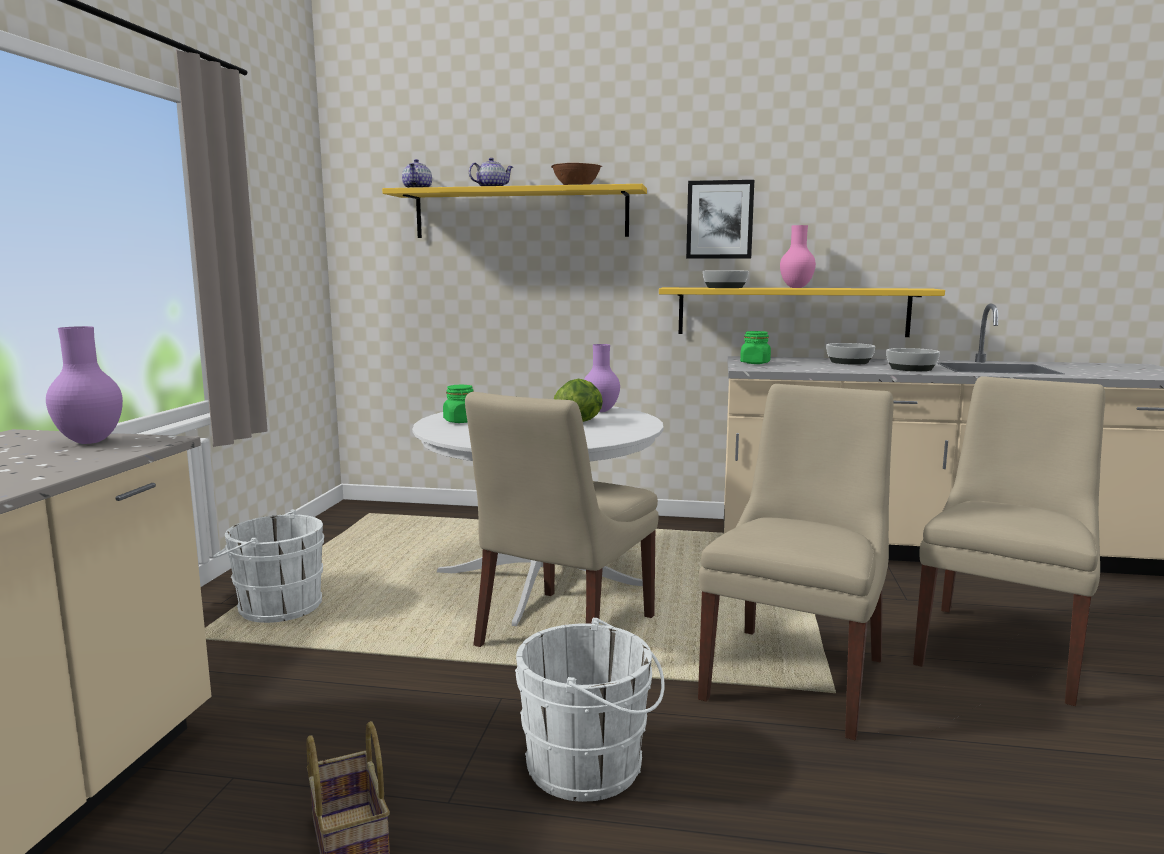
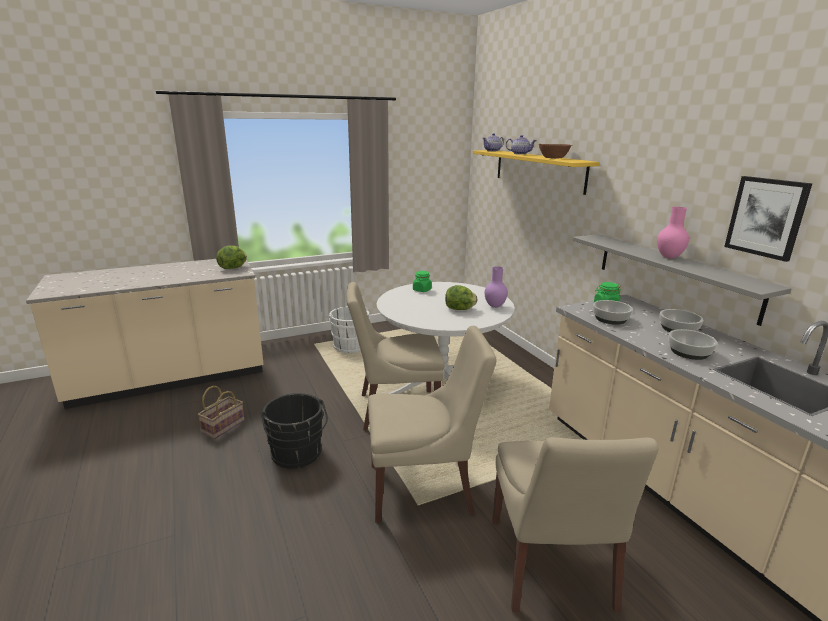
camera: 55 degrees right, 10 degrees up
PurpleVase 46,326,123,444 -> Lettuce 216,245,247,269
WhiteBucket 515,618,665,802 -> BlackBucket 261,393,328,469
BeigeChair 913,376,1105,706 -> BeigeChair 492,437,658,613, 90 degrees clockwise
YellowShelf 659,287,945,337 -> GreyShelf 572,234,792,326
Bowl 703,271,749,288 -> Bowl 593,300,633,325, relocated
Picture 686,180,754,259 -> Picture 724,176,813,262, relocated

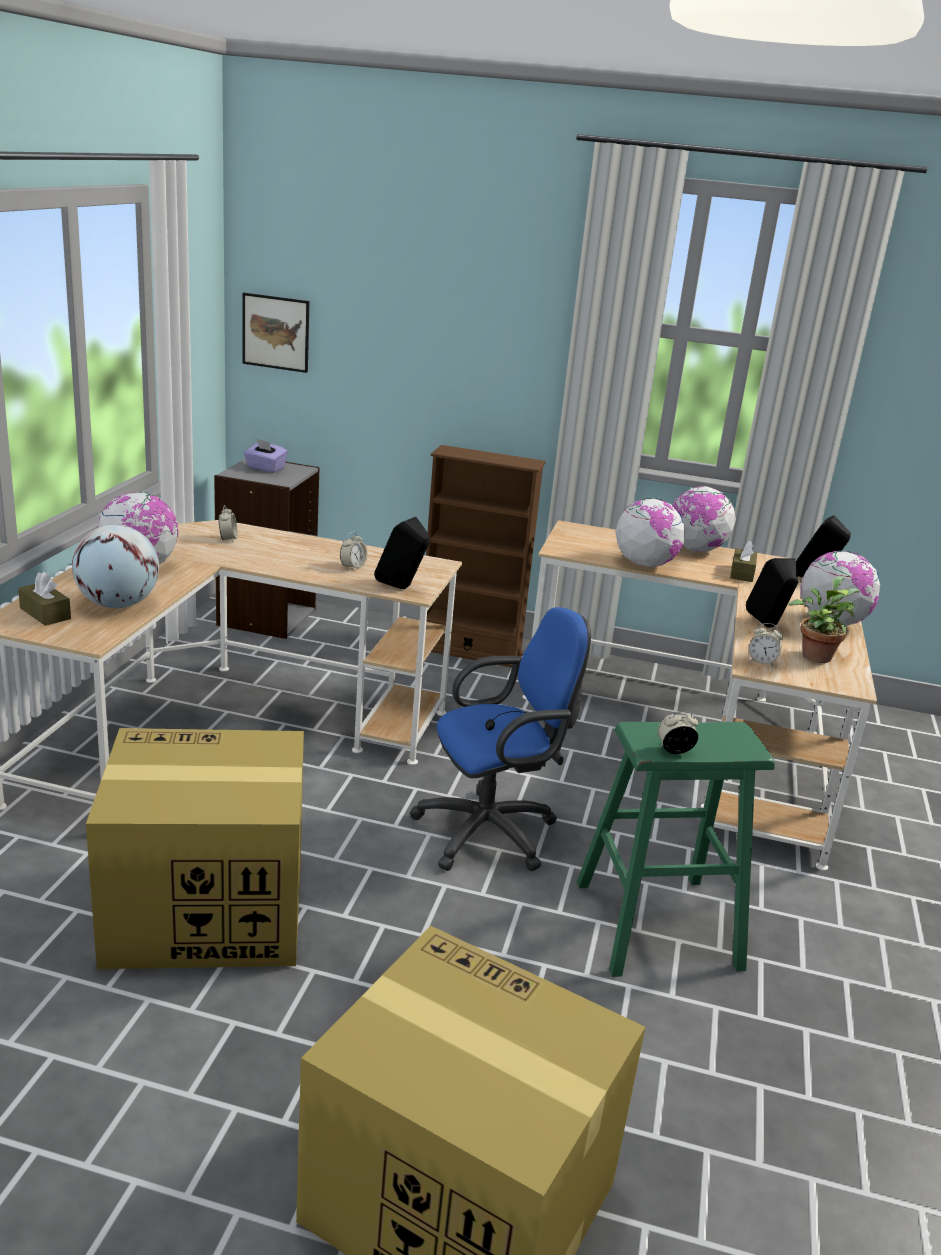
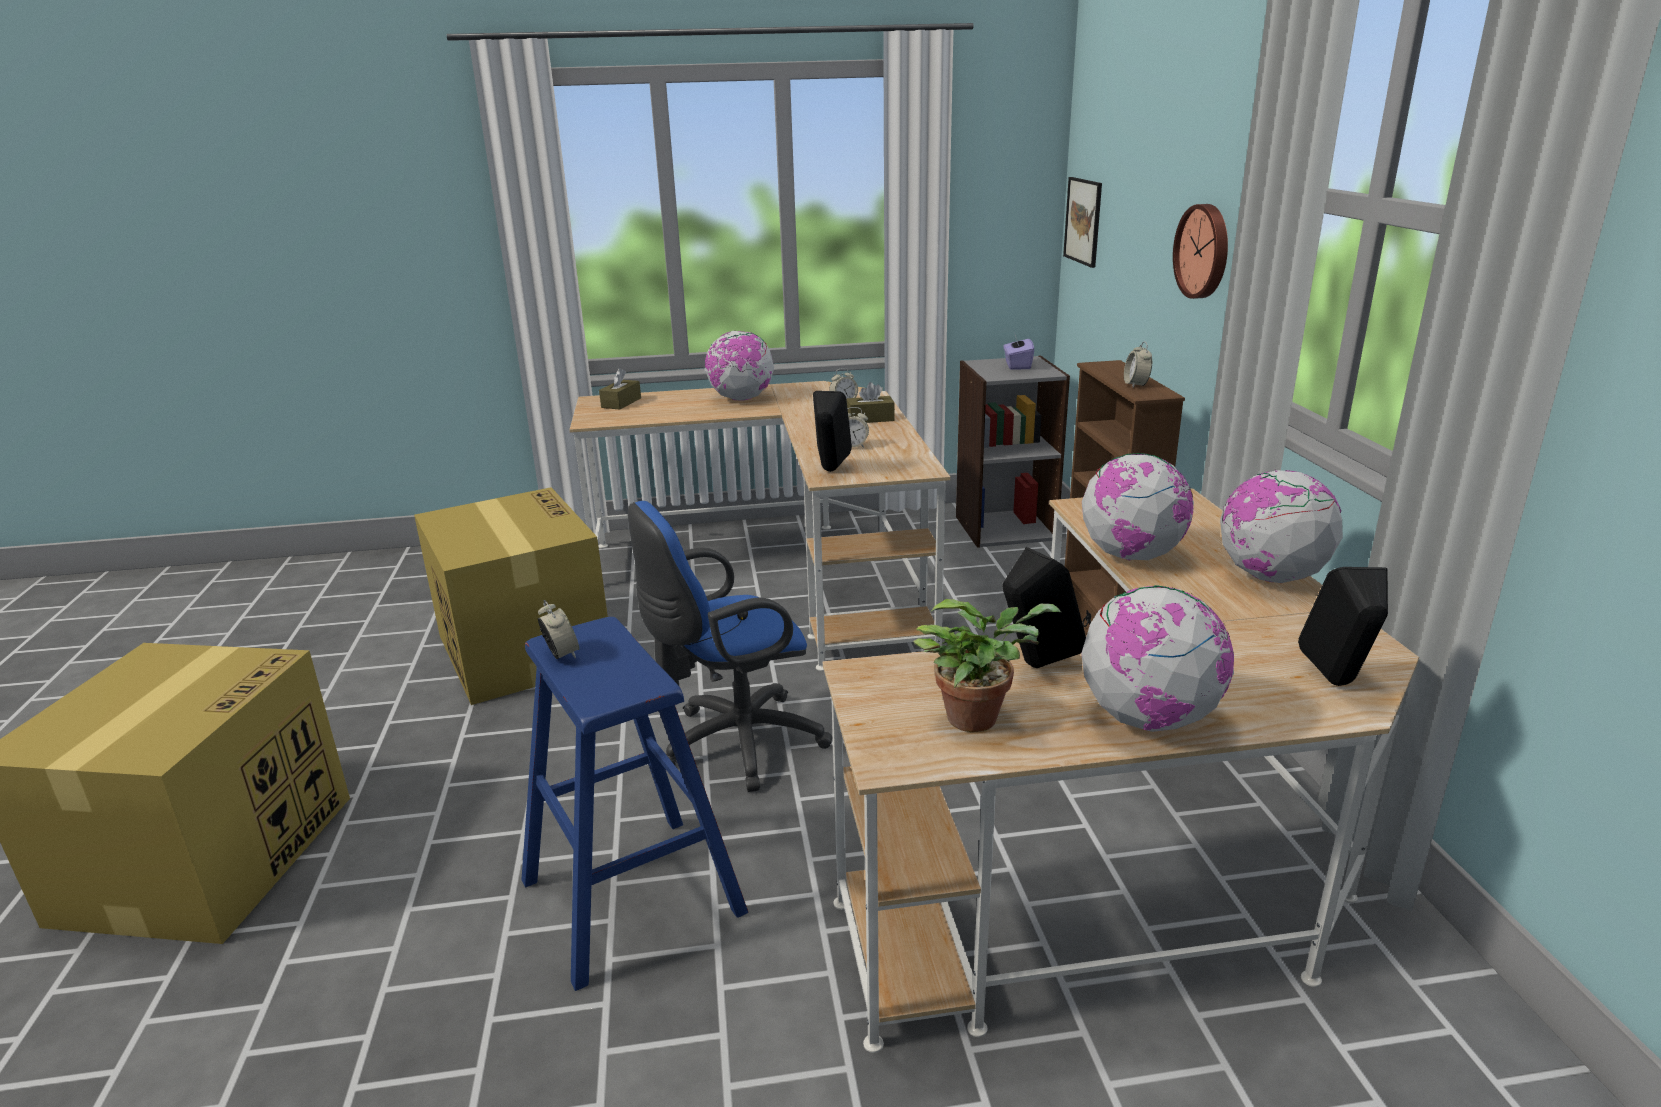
camera: 70 degrees right, 0 degrees up
GreenStool 577,722,775,977 -> BlueStool 521,617,748,991
BlueOfficeChair 410,607,591,871 -> BlueOfficeChair 628,501,832,792, 105 degrees clockwise
BrownTissueBox 730,541,757,582 -> BrownTissueBox 847,382,895,423, relocated
AlarmClock 748,623,783,666 -> AlarmClock 1124,341,1152,388, relocated
none -> WallClock 1173,204,1228,299
Globe 72,525,159,608 -> none

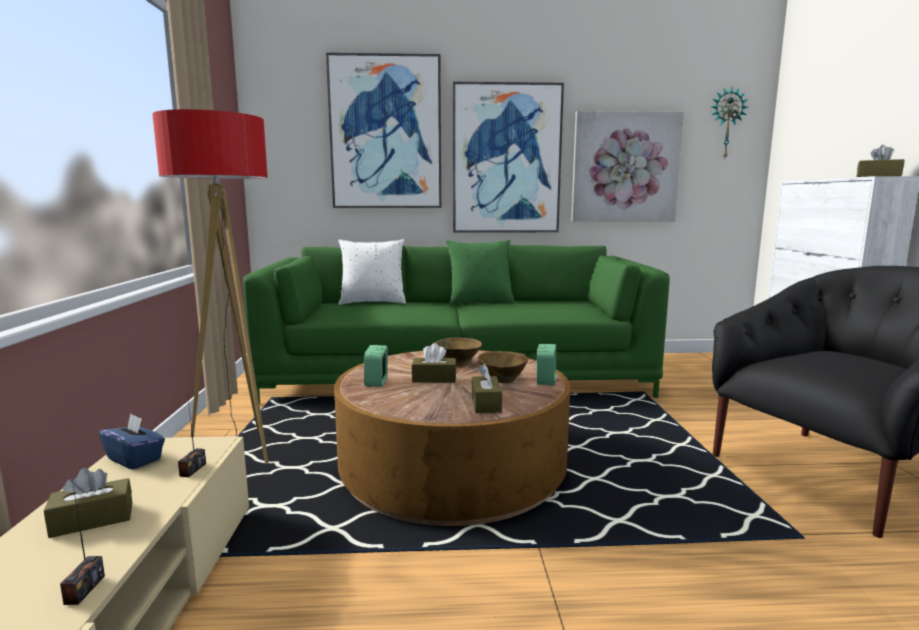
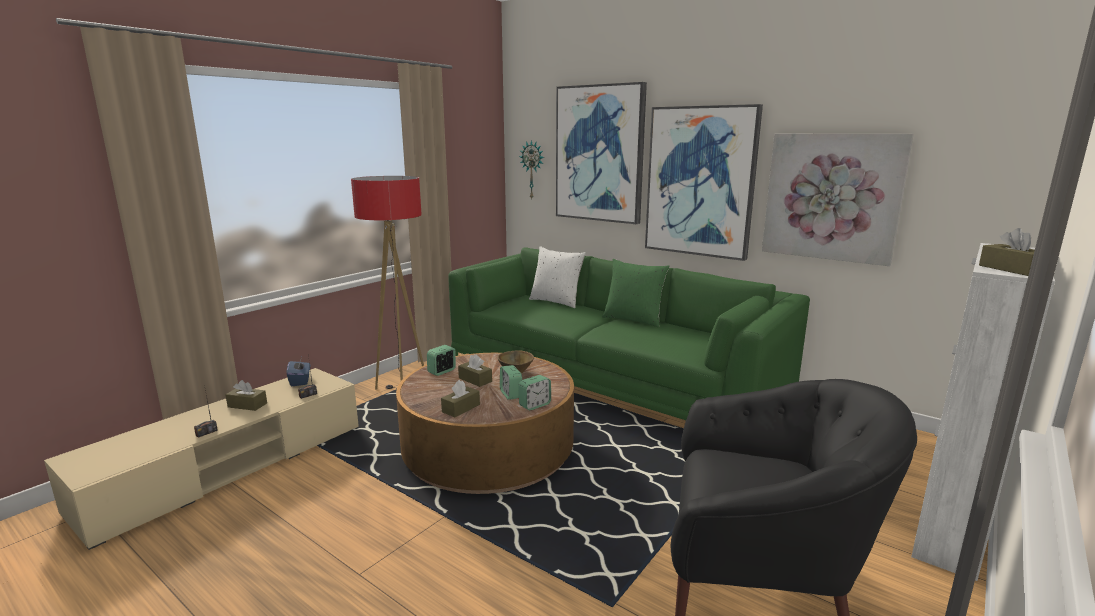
camera: 40 degrees right, 5 degrees up
BrownBowl 477,351,528,383 -> AlarmClock 500,365,522,400
WallClock 712,87,748,158 -> WallClock 519,140,544,199, relocated

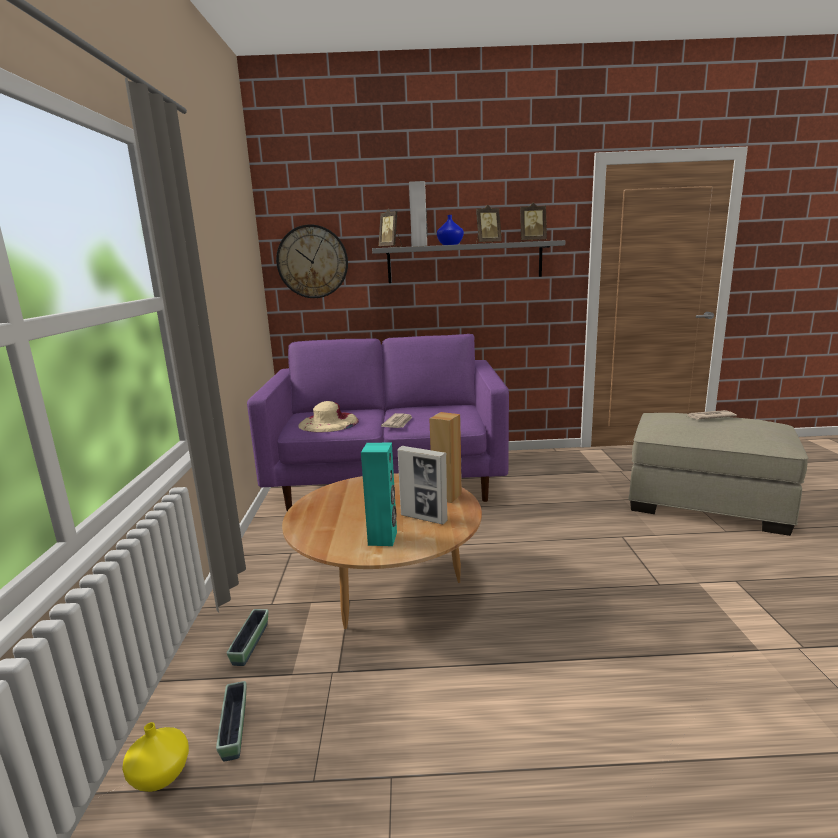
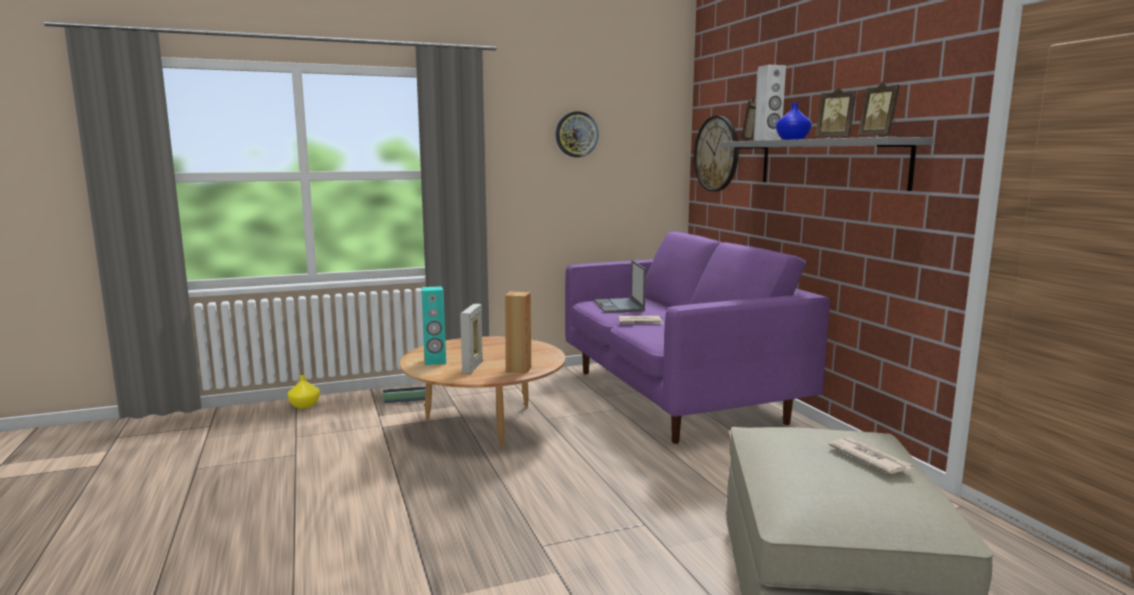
camera: 70 degrees right, 5 degrees down
none -> WallClock 556,111,599,157
BeigeHat 298,401,359,433 -> Laptop 594,260,646,313
Planter 216,681,246,762 -> none

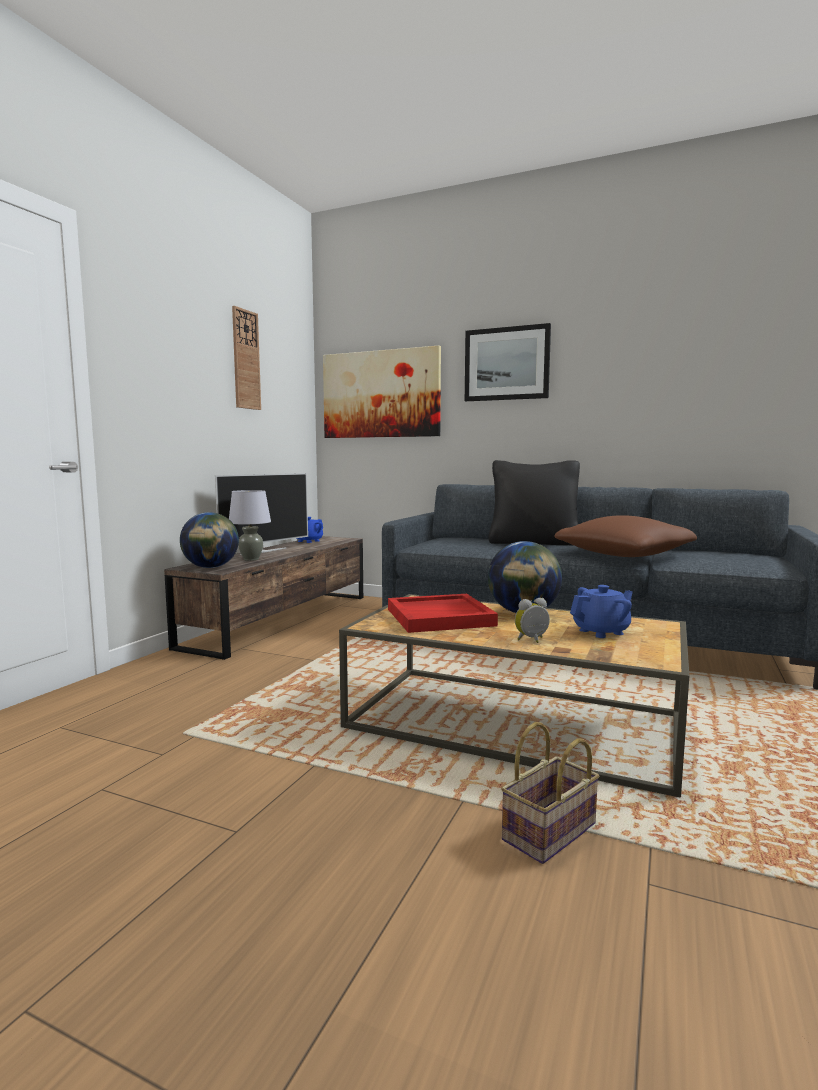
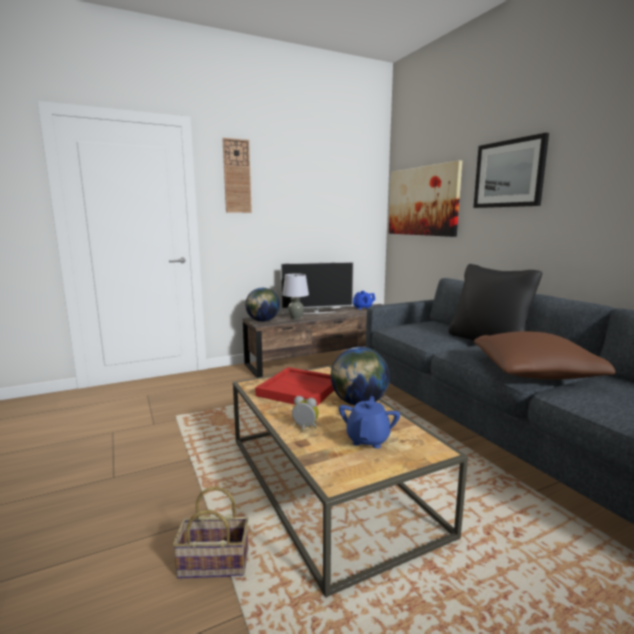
camera: 40 degrees right, 5 degrees up
WallClock 232,306,261,410 -> WallClock 222,138,252,213, relocated
BlueTeapot 570,585,633,638 -> BlueTeapot 339,396,400,448, 90 degrees counterclockwise

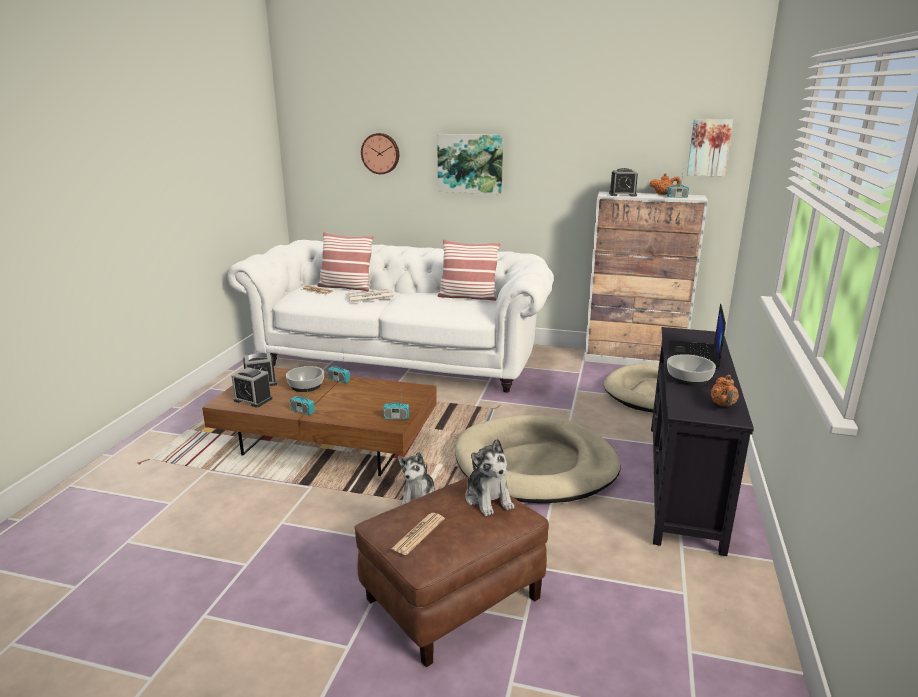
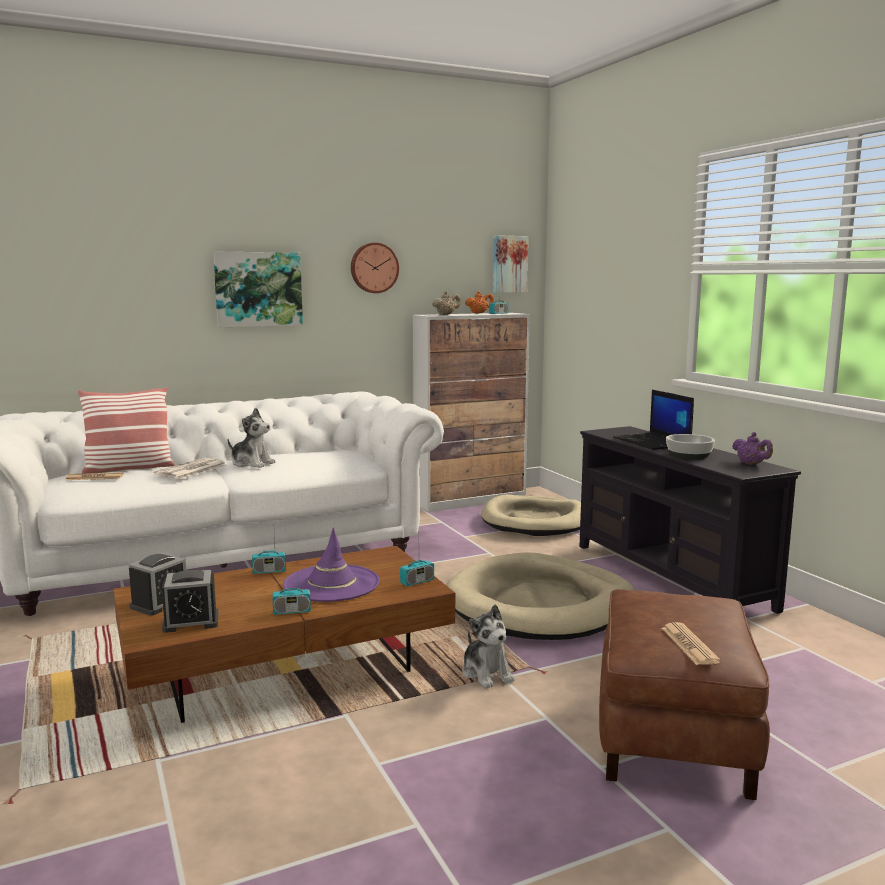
camera: 40 degrees left, 10 degrees down
PlushToy 465,439,514,516 -> PlushToy 228,408,276,468, relocated
none -> PurpleHat 283,528,380,602
WallClock 361,133,399,174 -> WallClock 351,242,399,293, relocated
AlarmClock 609,168,638,196 -> BeigeTeapot 432,291,461,315
OrangeTeapot 711,375,739,407 -> PurpleTeapot 732,432,773,465
Bowl 286,366,324,392 -> none
Pillow 438,239,500,301 -> none

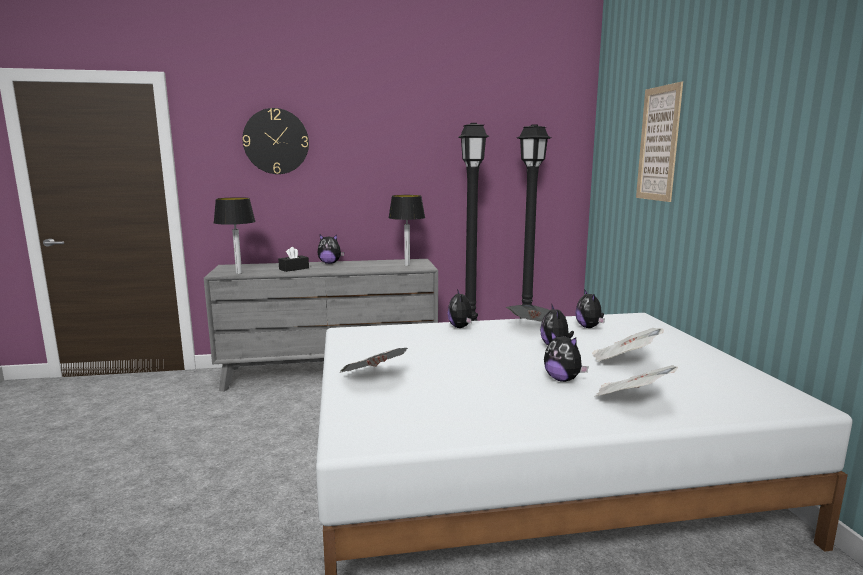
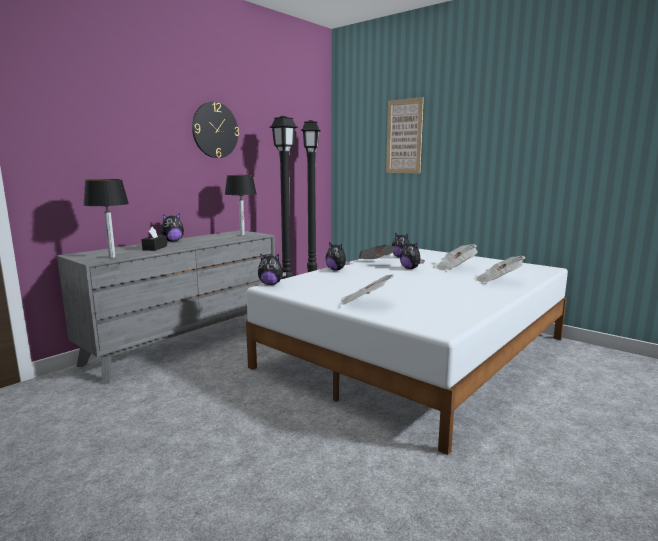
camera: 40 degrees left, 0 degrees up
WallClock 243,108,309,174 -> WallClock 192,102,239,158, relocated
PlushToy 544,331,589,382 -> PlushToy 258,254,286,285, relocated

